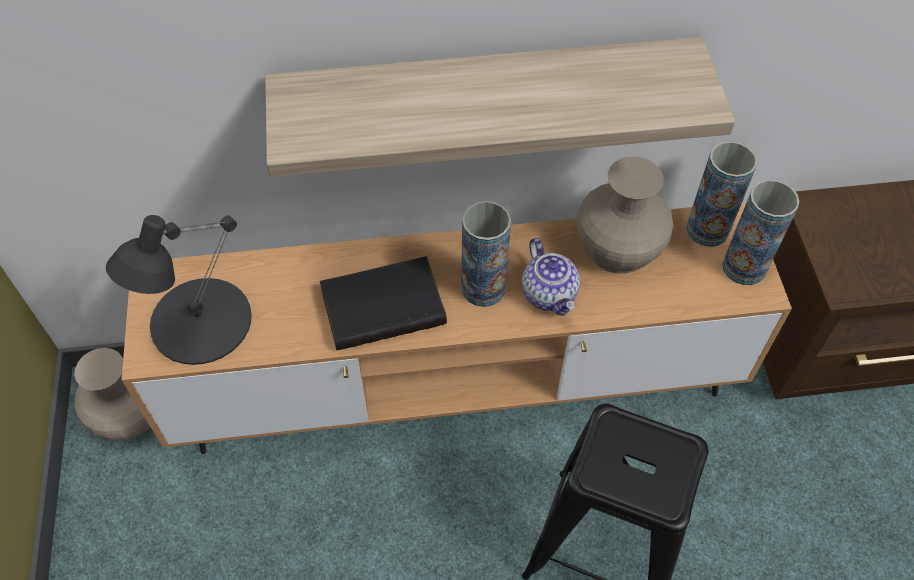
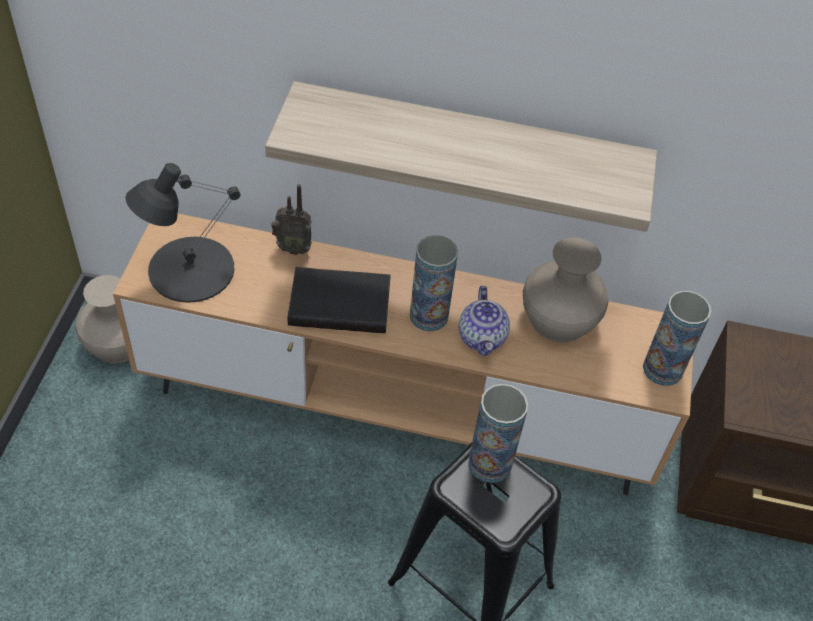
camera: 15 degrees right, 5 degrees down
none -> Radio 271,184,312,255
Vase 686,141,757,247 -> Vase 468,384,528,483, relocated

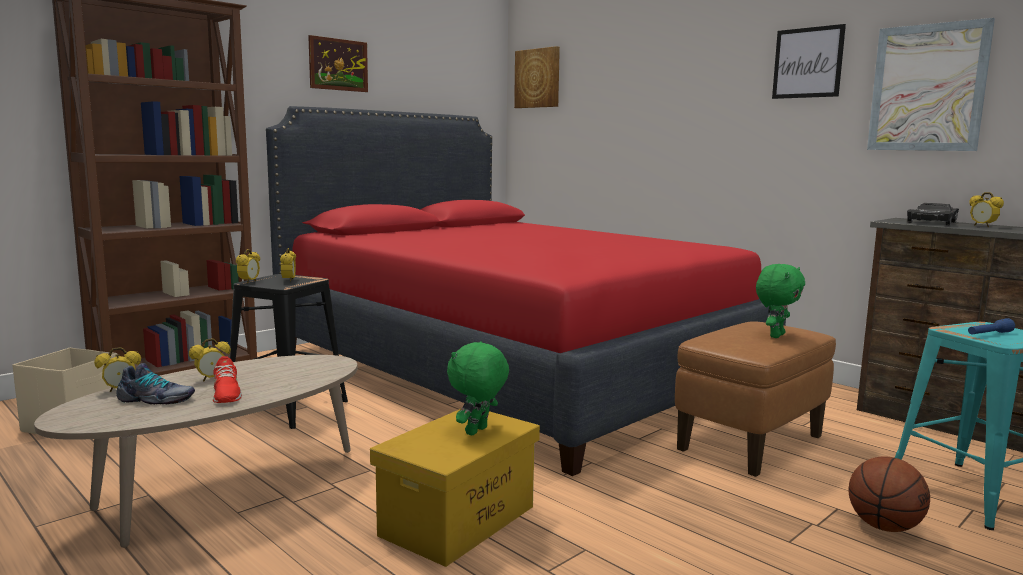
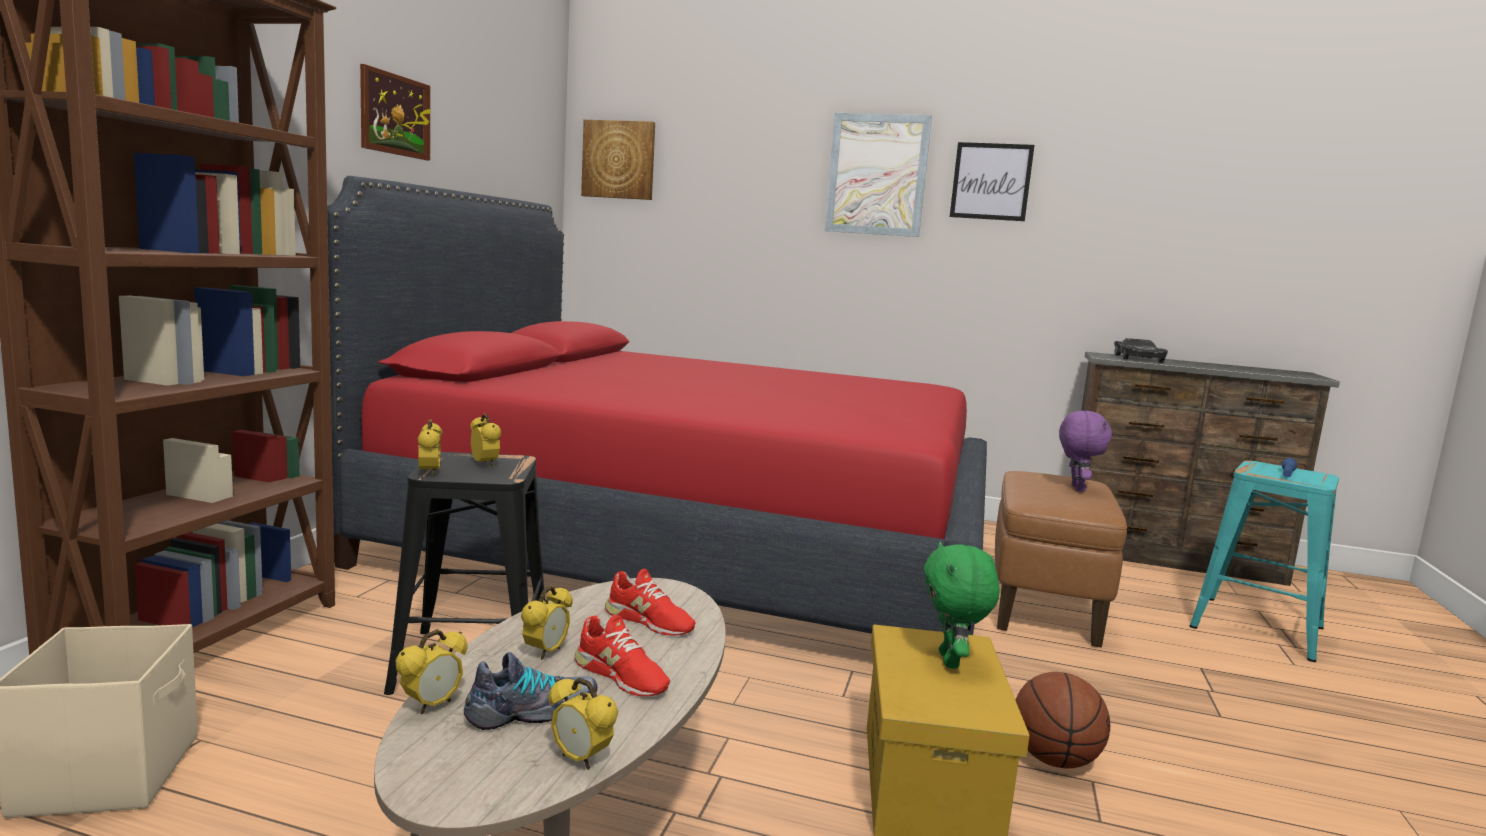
camera: 30 degrees left, 0 degrees up
AlarmClock 969,192,1004,227 -> AlarmClock 549,677,618,770, relocated
none -> RedShoe 605,569,695,636
Picture 867,18,995,151 -> Picture 825,113,932,237, relocated
Basketball 849,456,930,532 -> Basketball 1016,672,1110,769, relocated
GreenPlushToy 756,264,805,338 -> PurplePlushToy 1059,411,1112,492

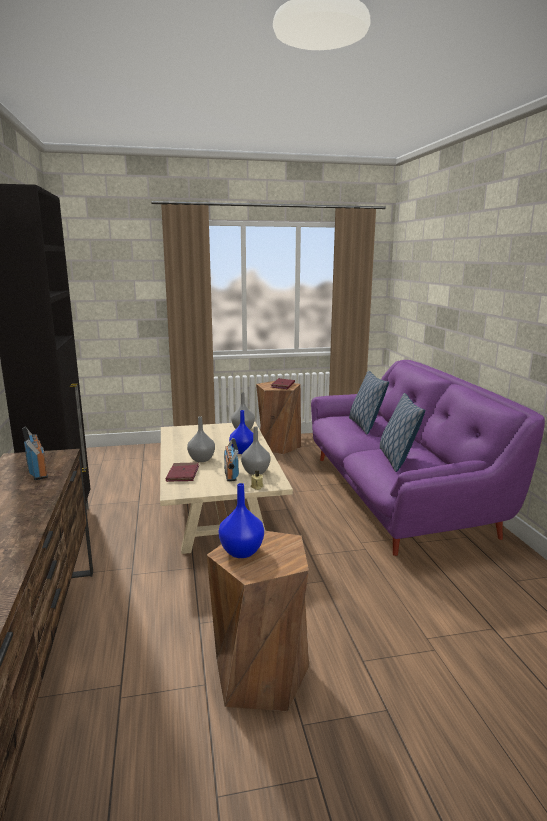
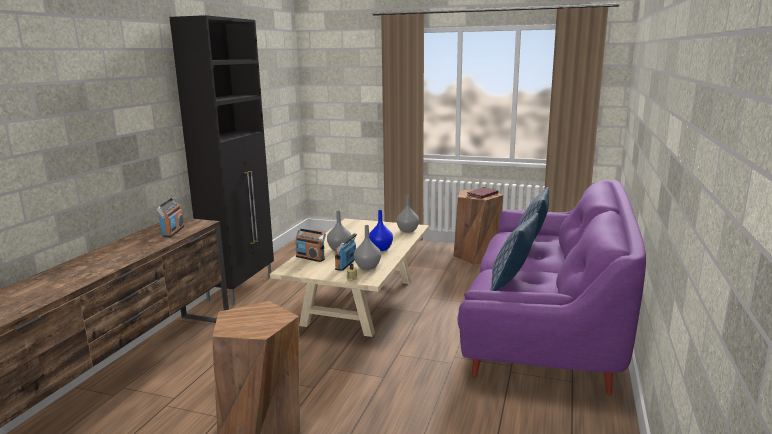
camera: 30 degrees right, 0 degrees up
RedBook 166,462,199,482 -> Radio 295,228,326,262
BlueVase 219,483,264,558 -> none

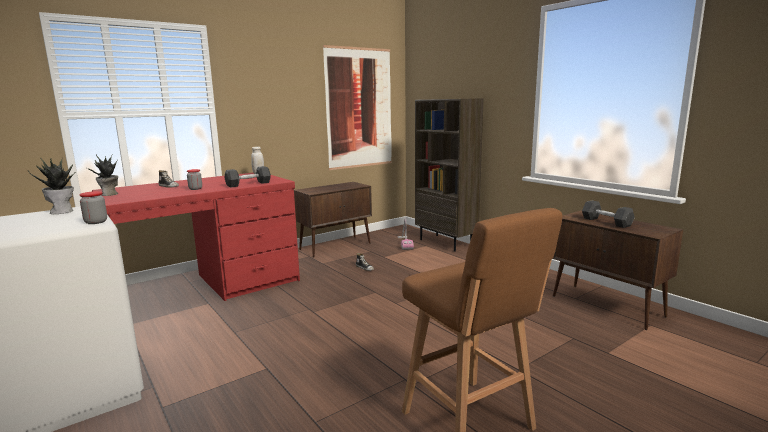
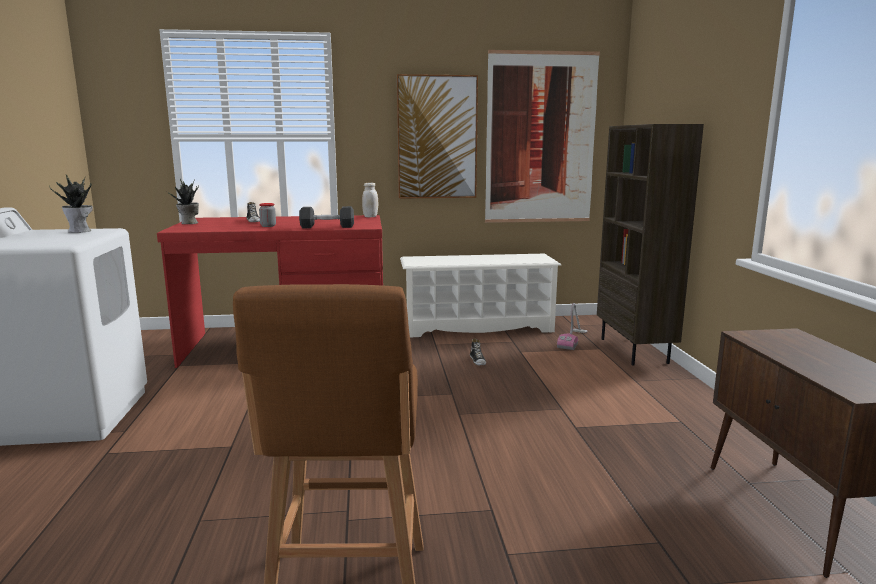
camera: 30 degrees right, 0 degrees up
none -> Picture 397,74,478,199
BrownCabinet 294,182,372,257 -> WhiteShoeRack 400,254,561,338
Jar 80,191,107,224 -> none
GreyDumbbell 582,200,635,228 -> none

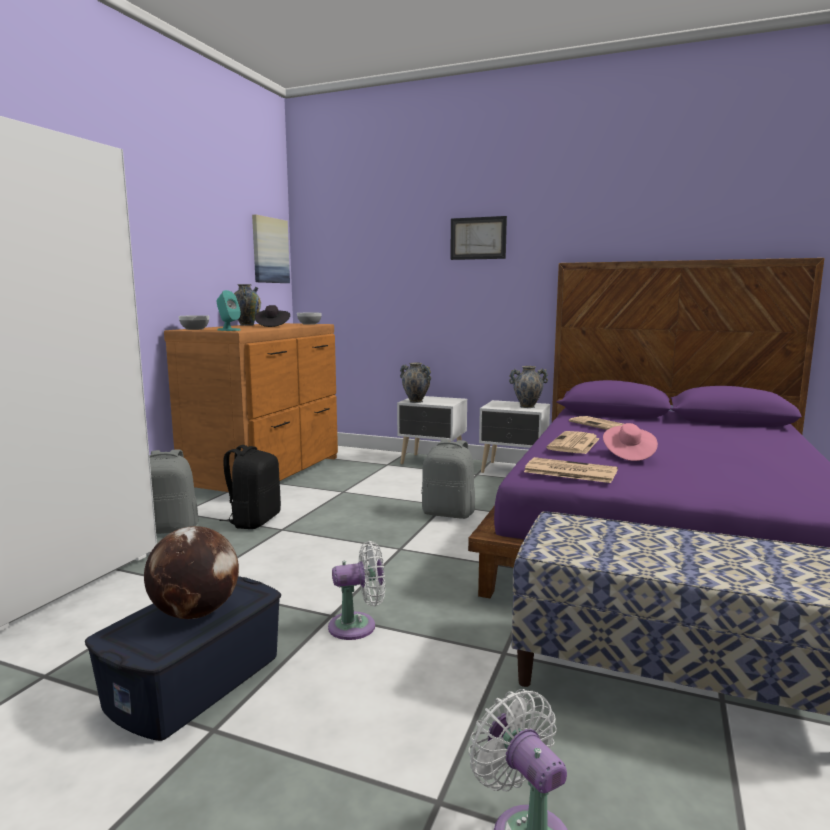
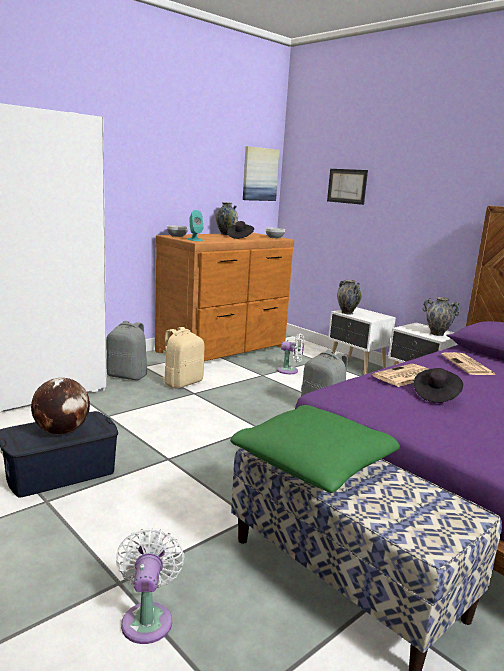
camera: 25 degrees right, 5 degrees up
BlackBackpack 219,445,281,529 -> BeigeBackpack 160,327,204,389
none -> GreenPillow 230,405,400,493
WhiteFan 328,541,385,640 -> WhiteFan 277,334,304,374, relocated
Picture 450,216,507,260 -> Picture 327,169,368,205, relocated
PinkHat 603,423,658,461 -> BlackHat 414,368,463,402
Newspaper 524,457,618,483 -> none

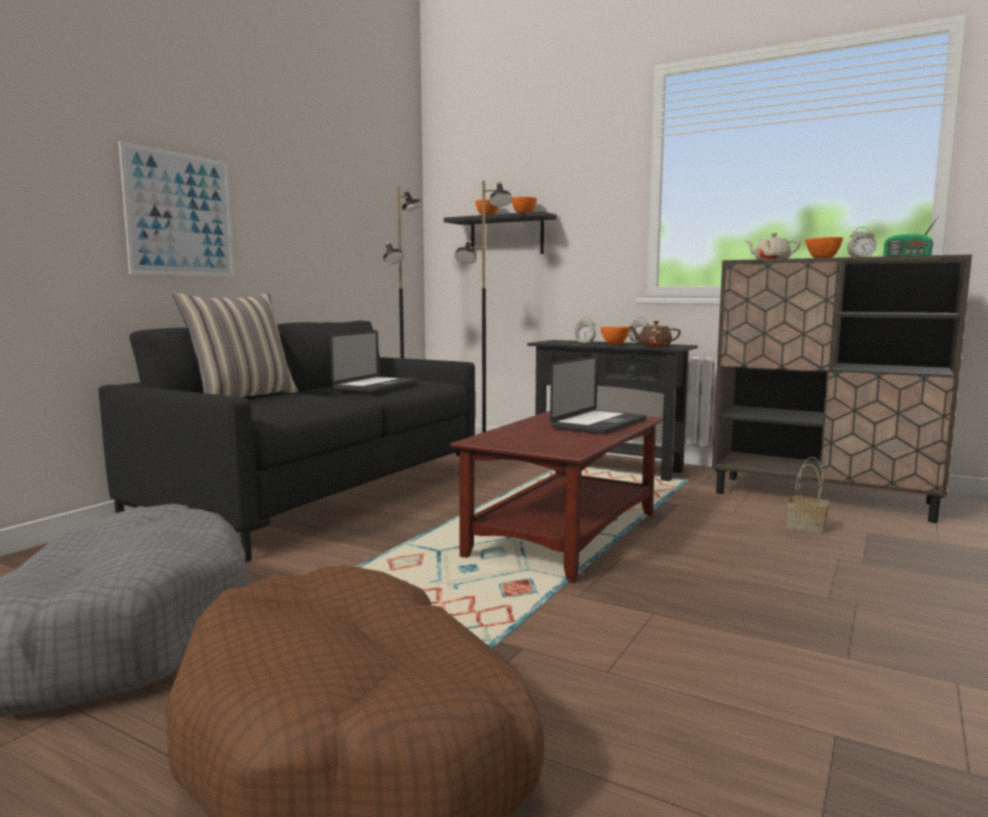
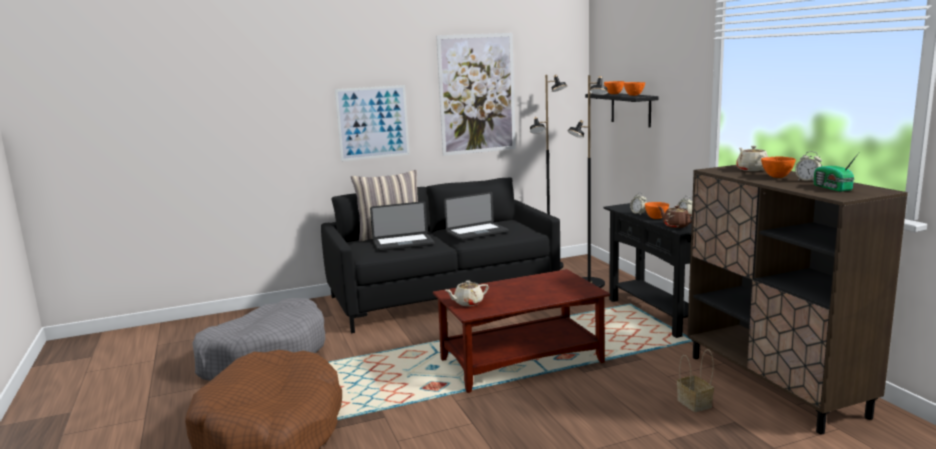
camera: 40 degrees right, 5 degrees up
Laptop 550,355,647,434 -> Laptop 370,201,435,251, relocated
none -> Picture 436,33,516,156
none -> BeigeTeapot 445,280,489,306

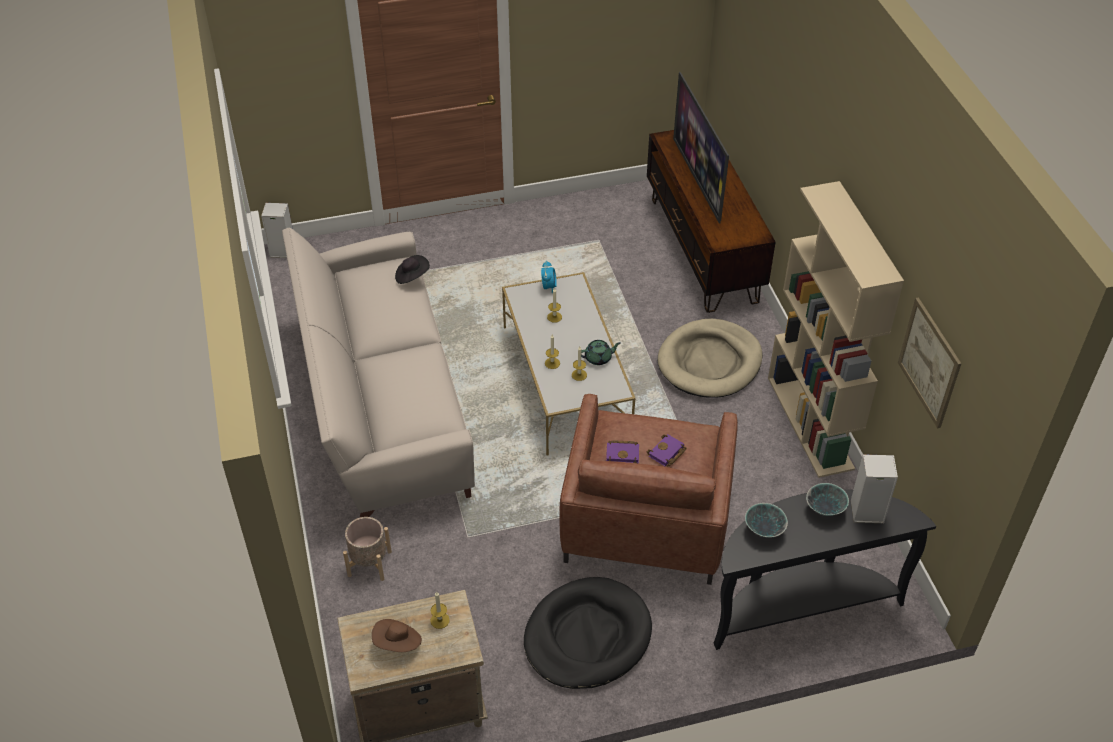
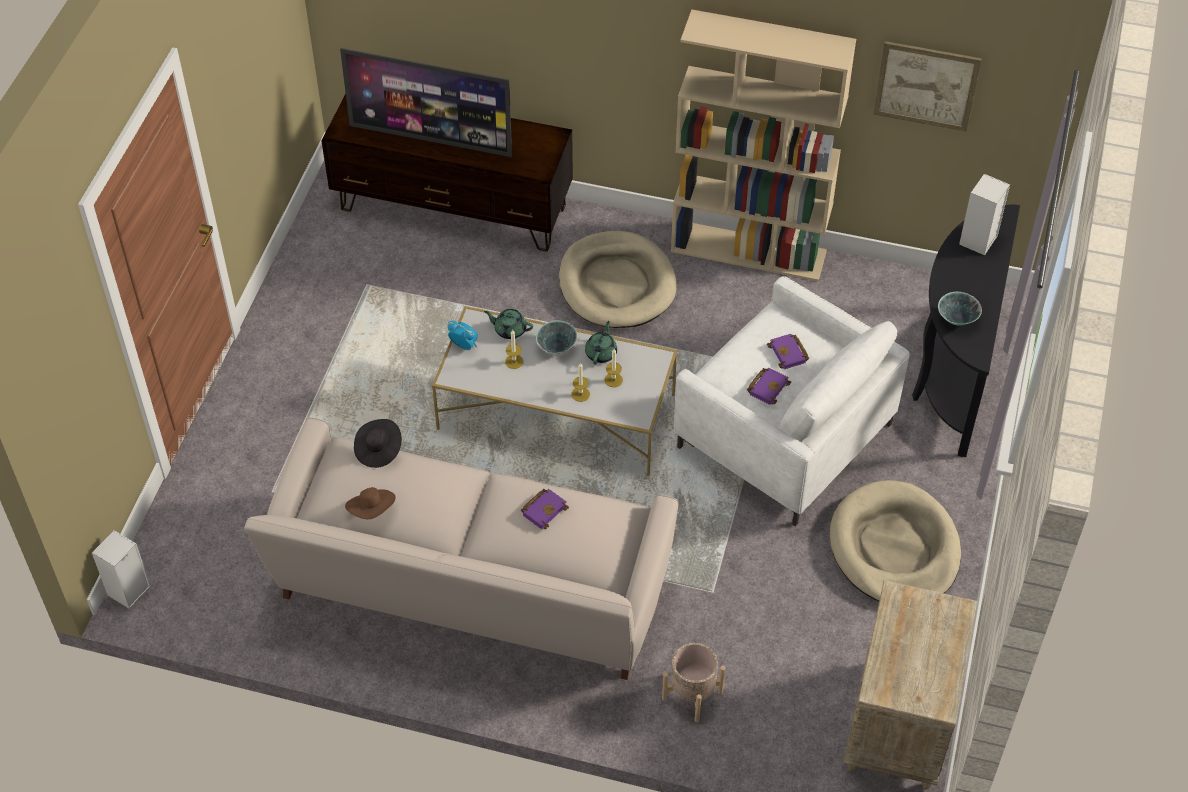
camera: 60 degrees left, 5 degrees up
BrownHat 372,619,422,652 -> BrownHat 345,487,396,519, relocated
none -> GreenTeapot 484,309,533,339
none -> PurpleBook 521,489,569,529
Bowl 806,483,849,516 -> Bowl 536,320,577,354, relocated
BrownArmchair 560,394,738,585 -> WhiteArmchair 674,276,910,526
BlackDogBed 524,577,652,689 -> BeigeDogBed 830,480,961,602
Candle 430,591,450,629 -> none

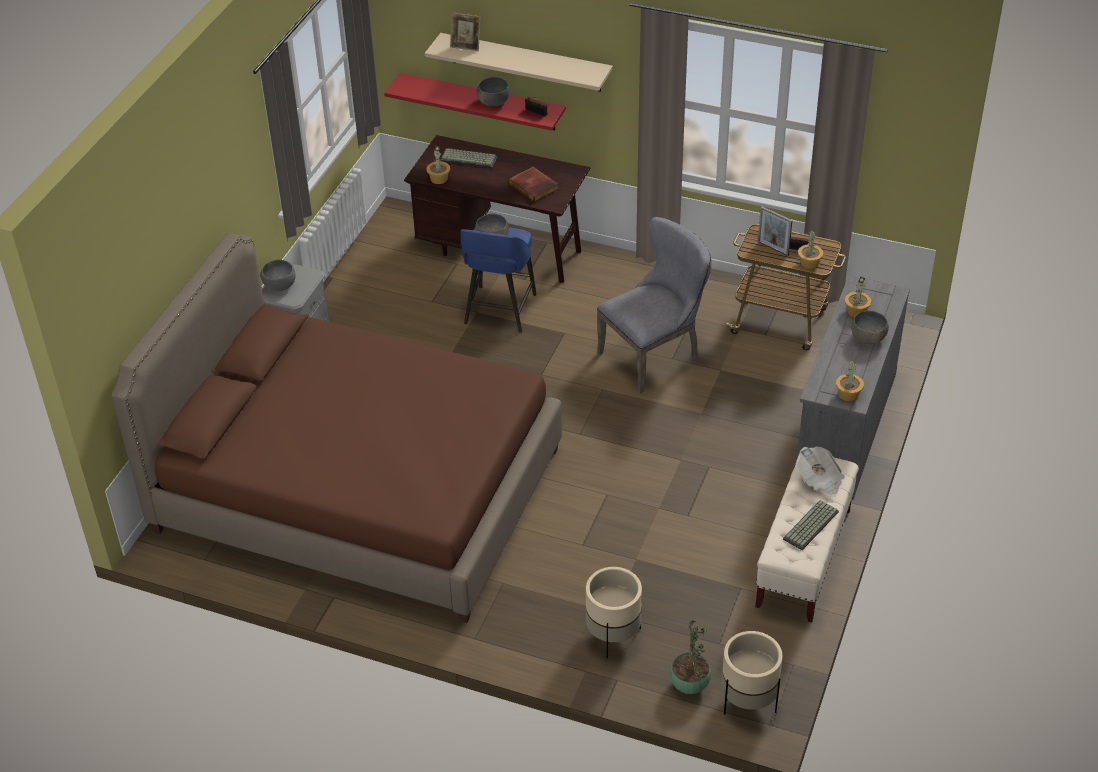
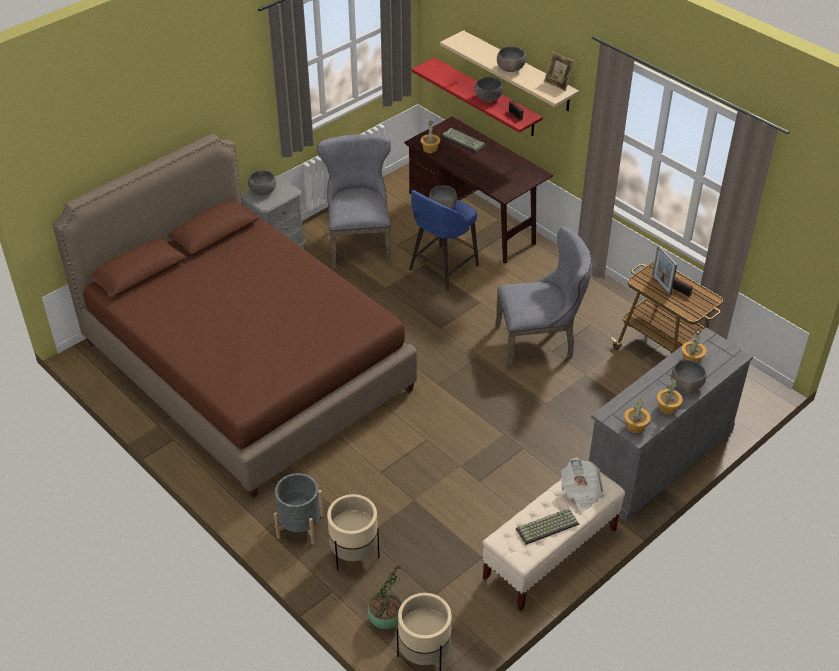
camera: 25 degrees right, 0 degrees up
none -> GreyPlanter 274,473,324,545
none -> GreyChair 317,134,391,268
none -> GreyBowl 497,47,526,72
PictureFrame 450,12,481,51 -> PictureFrame 544,52,574,91, relocated
PottedPlant 798,231,823,269 -> PottedPlant 657,379,683,414, relocated
Book 509,167,558,202 -> none

